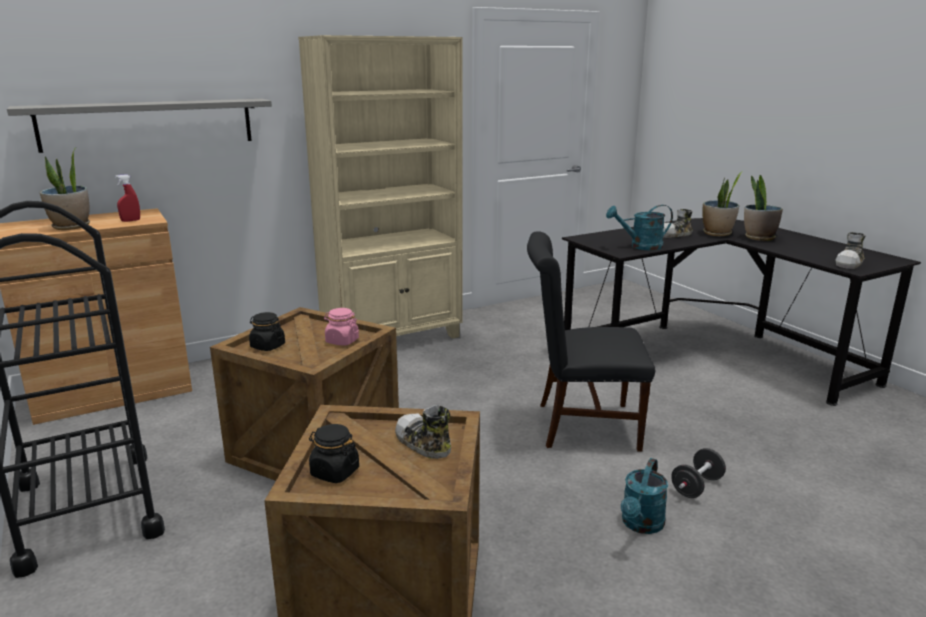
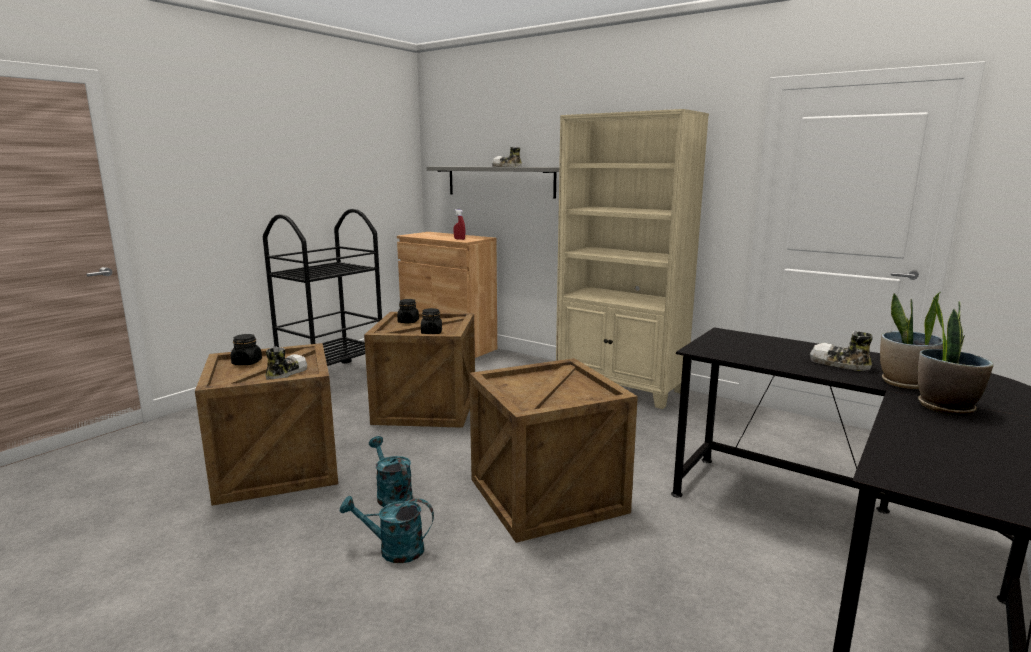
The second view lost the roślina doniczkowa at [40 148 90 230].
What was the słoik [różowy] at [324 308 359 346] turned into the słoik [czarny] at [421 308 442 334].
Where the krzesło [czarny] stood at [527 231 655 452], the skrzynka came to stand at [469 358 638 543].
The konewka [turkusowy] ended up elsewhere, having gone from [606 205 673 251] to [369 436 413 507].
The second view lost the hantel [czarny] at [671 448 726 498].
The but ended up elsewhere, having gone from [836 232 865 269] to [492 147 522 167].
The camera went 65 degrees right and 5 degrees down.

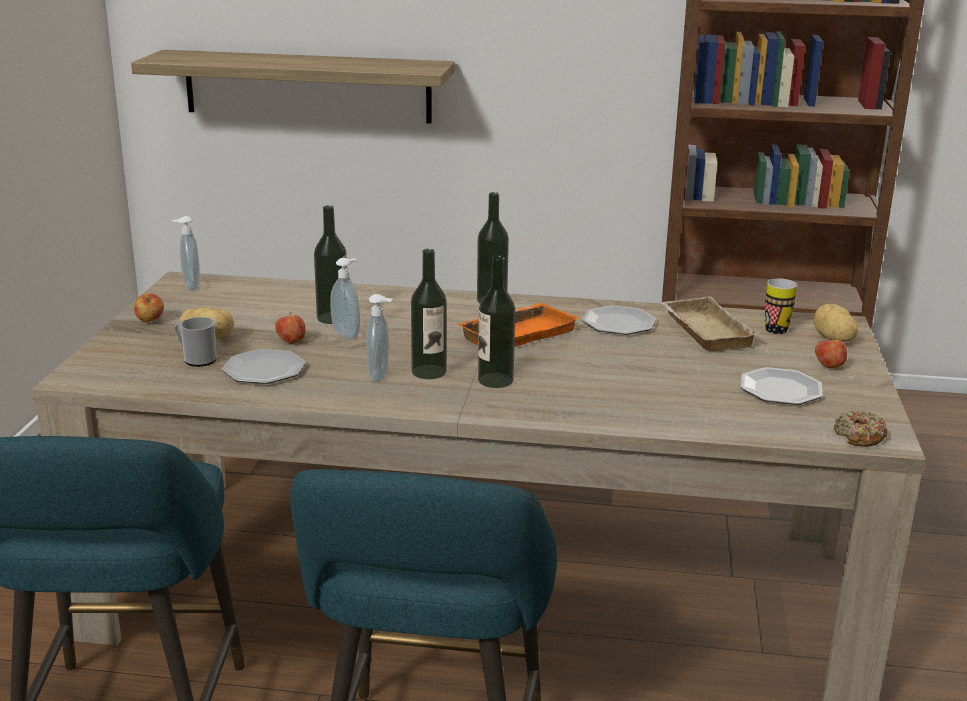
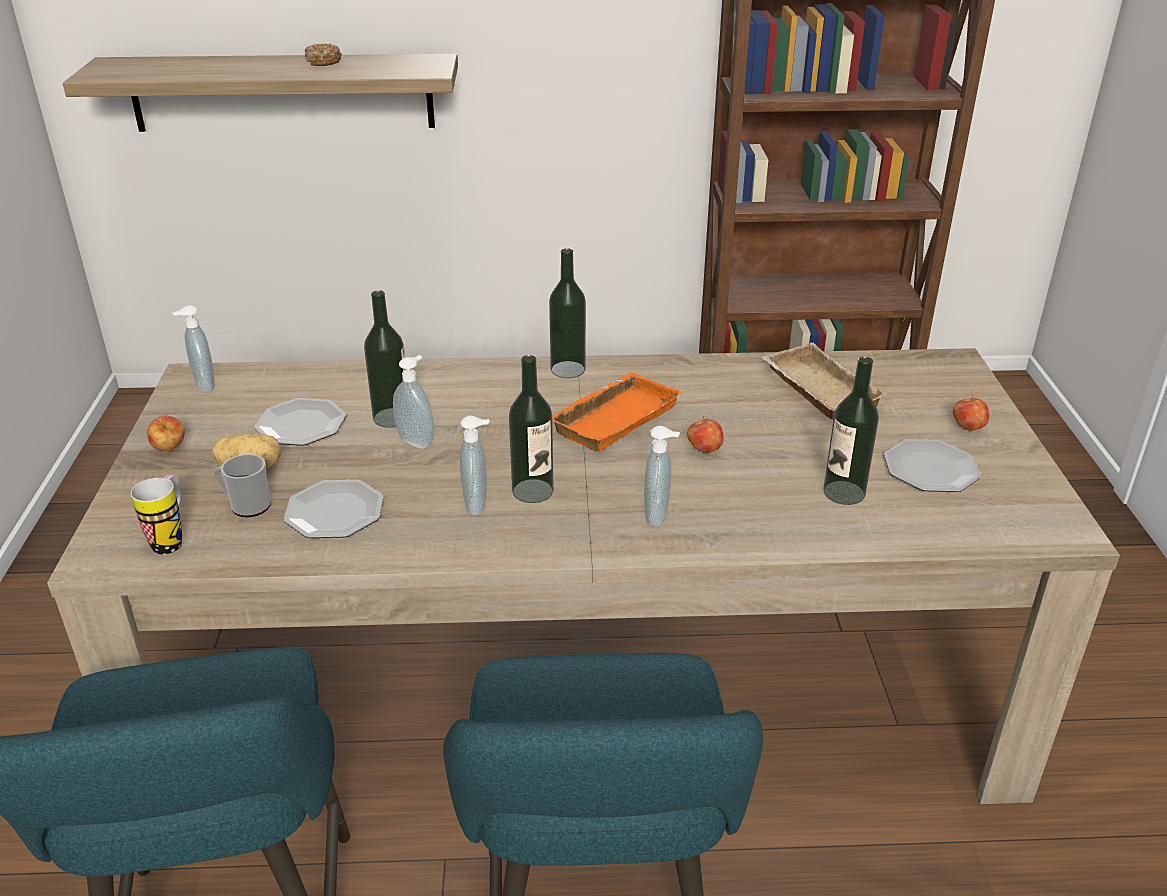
The jabłko ended up elsewhere, having gone from [275 312 306 343] to [687 416 724 453].
The butelka ended up elsewhere, having gone from [478 256 515 388] to [823 357 879 505].
The talerz ended up elsewhere, having gone from [582 305 656 335] to [255 398 346 446].
The kubek ended up elsewhere, having gone from [765 278 797 334] to [131 474 182 555].
The second view lost the ziemniak at [814 304 858 342].
The donut ended up elsewhere, having gone from [834 410 888 447] to [305 43 342 66].
The second view gained the dozownik mydła at [644 426 680 527].
The camera went 10 degrees left and 10 degrees up.

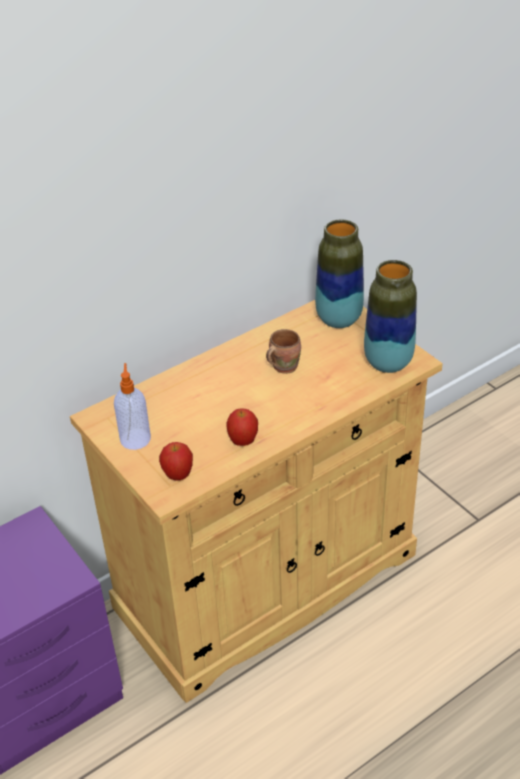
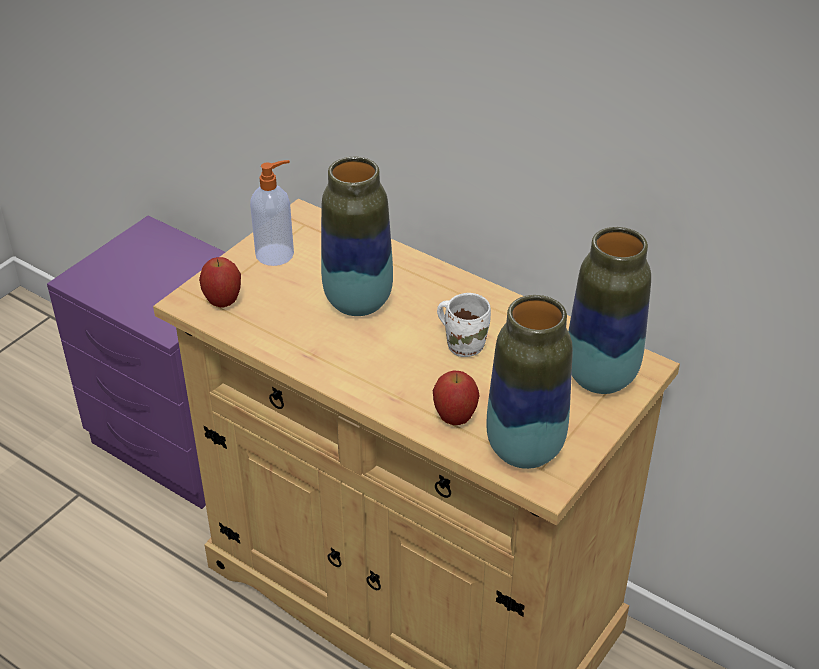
The jabłko ended up elsewhere, having gone from [226 409 258 446] to [433 371 480 425].
What was the kubek [brązowy] at [266 329 301 374] turned into the kubek [biały] at [437 293 491 357].
The second view gained the wazon at [321 157 393 316].
The camera went 70 degrees right and 0 degrees up.

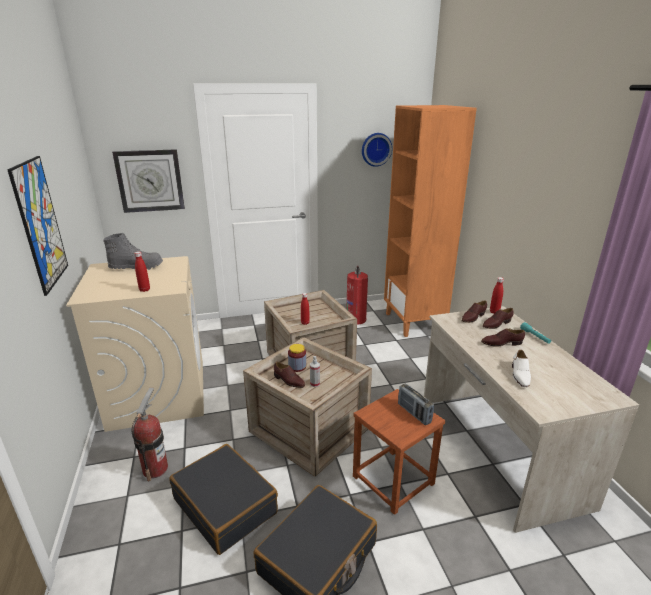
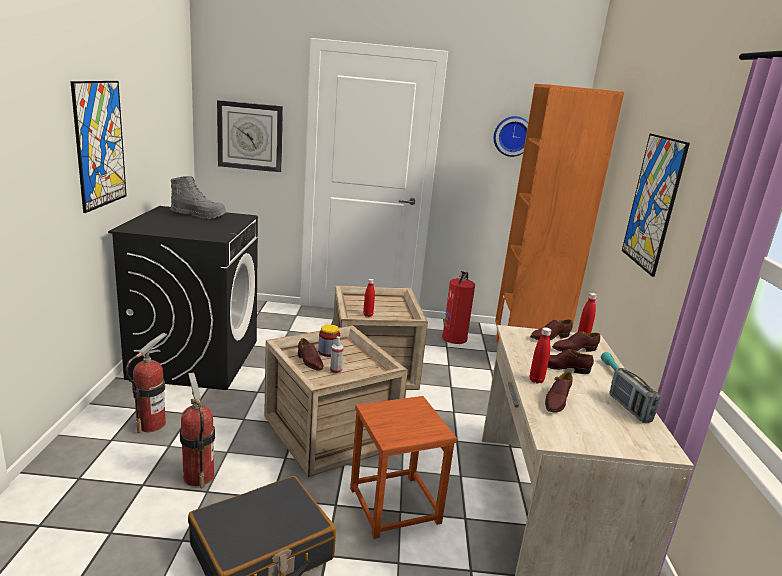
What was the pralka [beżowy] at [66 256 204 432] turned into the pralka [czarny] at [108 206 258 390].
The butelka [czerwony] ended up elsewhere, having gone from [134 252 150 292] to [530 327 551 383].
Where the walizka [czarny] stood at [169 444 278 555], the gaśnica came to stand at [180 373 215 488].
The radio ended up elsewhere, having gone from [398 384 434 425] to [609 368 660 423].
What was the but [biały] at [512 350 531 387] turned into the but [brązowy] at [545 372 573 413].
The second view gained the obraz at [622 134 690 277].
The camera went 15 degrees right and 5 degrees down.

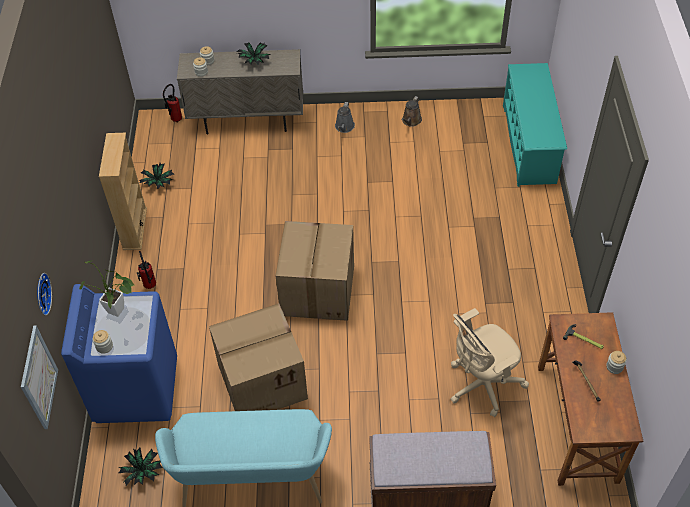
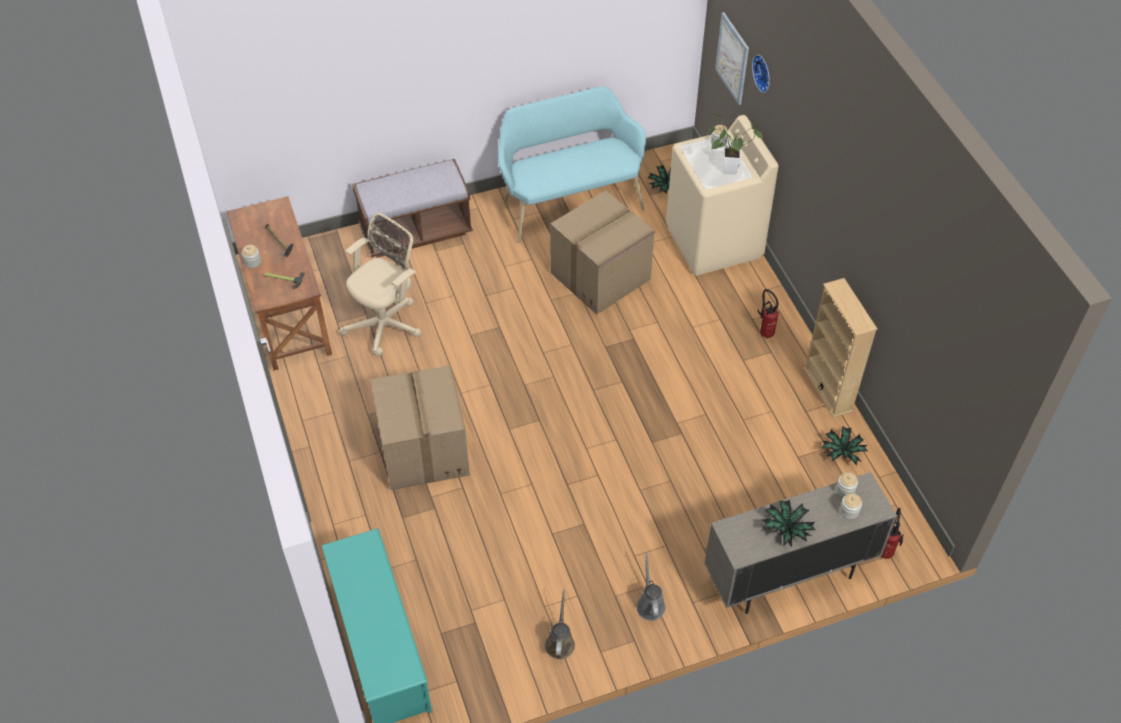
What was the pralka [niebieski] at [61 284 177 423] turned into the pralka [beżowy] at [666 115 778 276].
The karton ended up elsewhere, having gone from [275 221 354 321] to [371 365 470 490].
The camera went 160 degrees right and 0 degrees up.

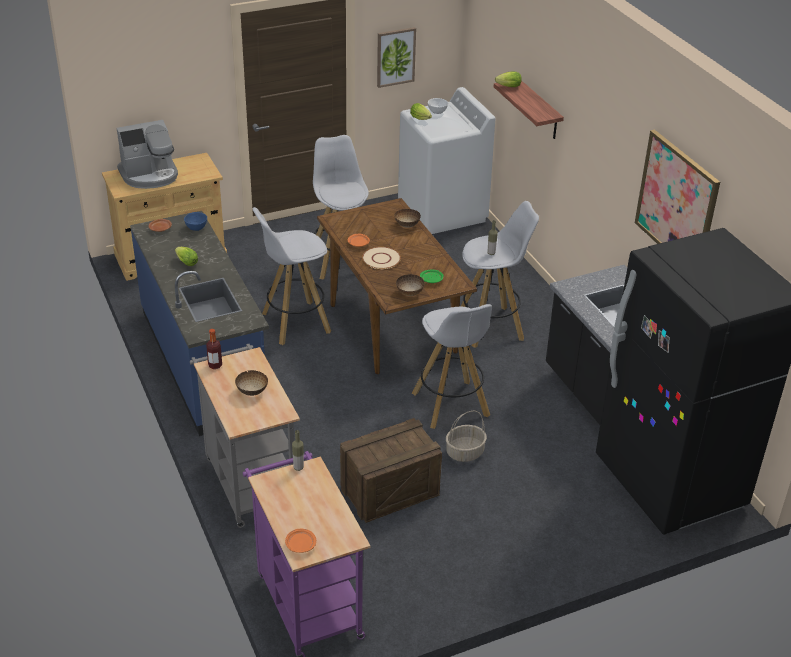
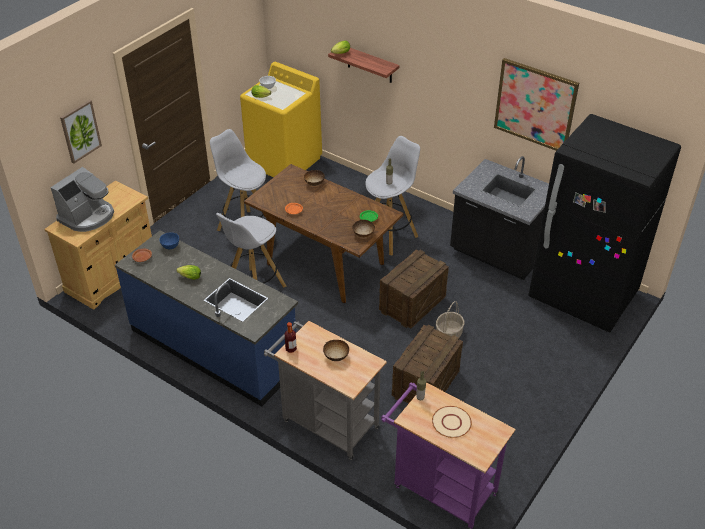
The second view lost the talerz [pomarańczowy] at [285 529 316 553].
The talerz [beżowy] ended up elsewhere, having gone from [362 247 401 269] to [432 406 472 438].
The obraz ended up elsewhere, having gone from [377 27 416 88] to [60 100 102 164].
What was the pralka [biały] at [398 87 495 234] turned into the pralka [żółty] at [240 62 322 177].
Where the stołek [biały] stood at [412 304 492 429], the skrzynka came to stand at [379 249 449 329].
The camera went 30 degrees left and 5 degrees up.

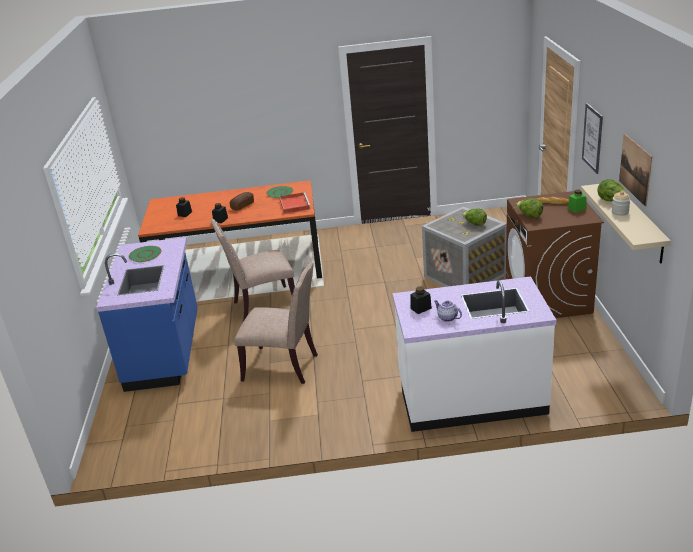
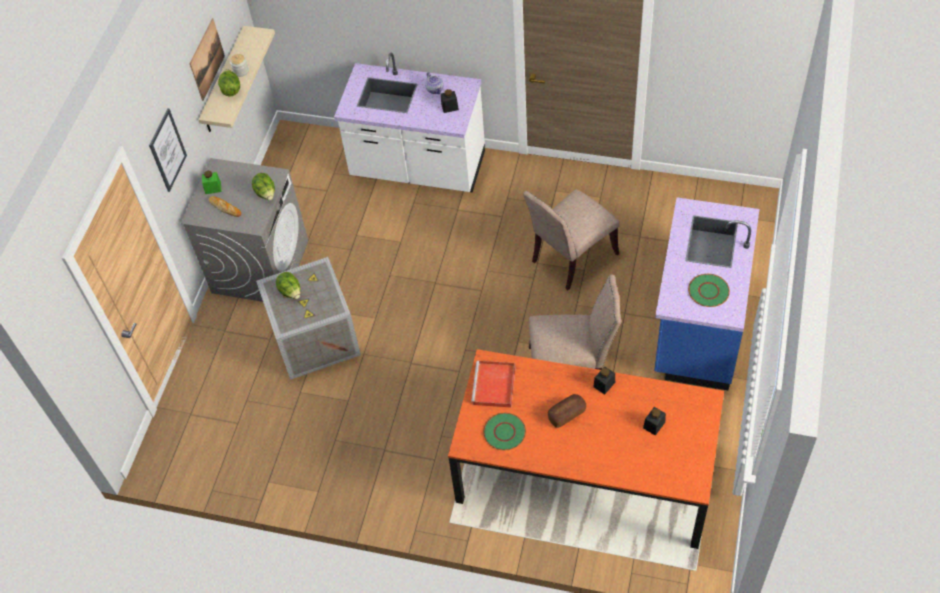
The krzesło [beżowy] at [235 262 318 384] ended up facing another way, 75 degrees counterclockwise from before.
What was the pralka [brązowy] at [506 191 604 318] turned into the pralka [szary] at [181 158 309 302].
The camera went 160 degrees left and 25 degrees up.

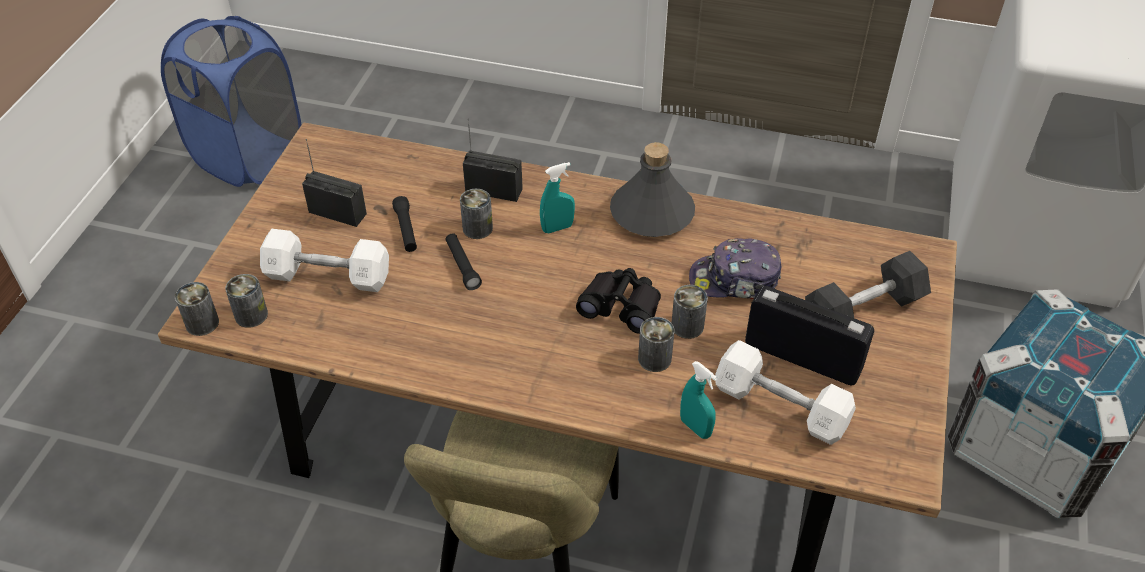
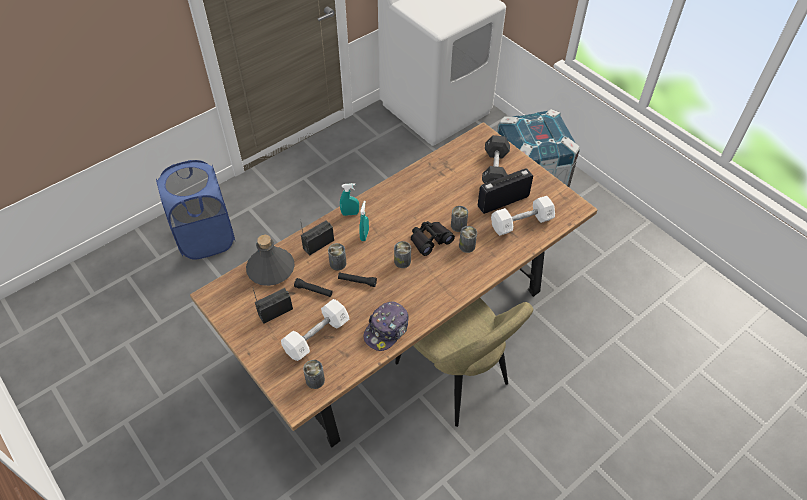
The kosz na pranie [niebieski] ended up elsewhere, having gone from [161 16 302 187] to [156 160 235 260].
The puszka ended up elsewhere, having gone from [175 282 219 336] to [394 241 411 268].
The butelka [szary] ended up elsewhere, having gone from [610 142 695 237] to [246 235 295 286].
The spryskiwacz [turkusowy] ended up elsewhere, having gone from [680 361 717 439] to [340 183 359 216].
The czapka z daszkiem ended up elsewhere, having gone from [689 238 781 299] to [363 301 409 351].
The camera went 55 degrees left and 5 degrees up.

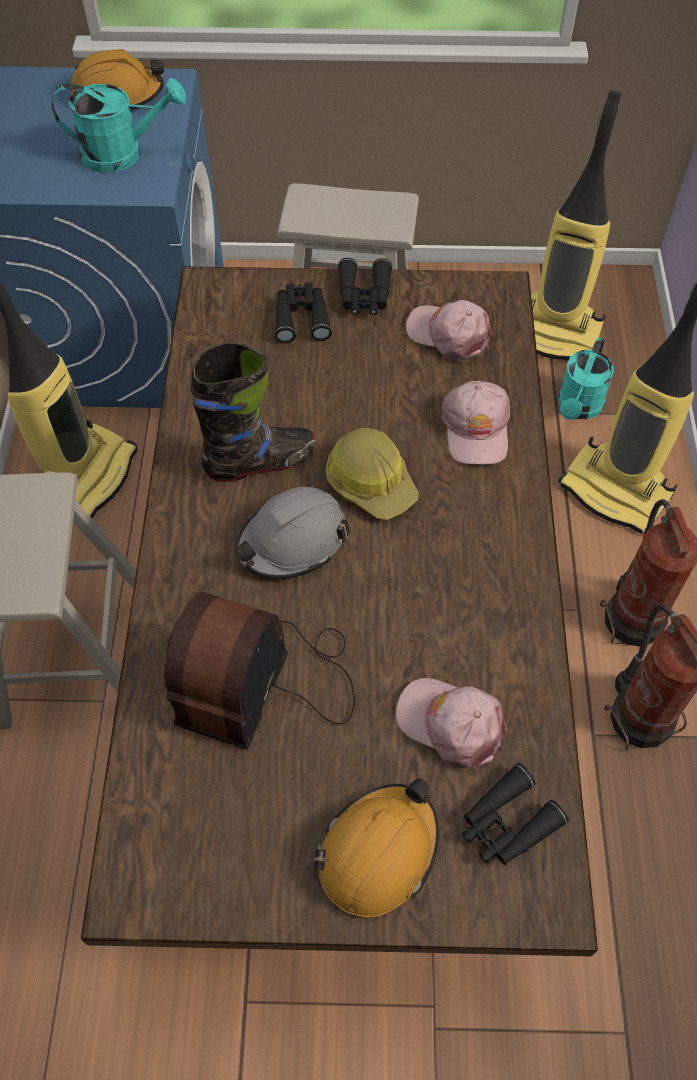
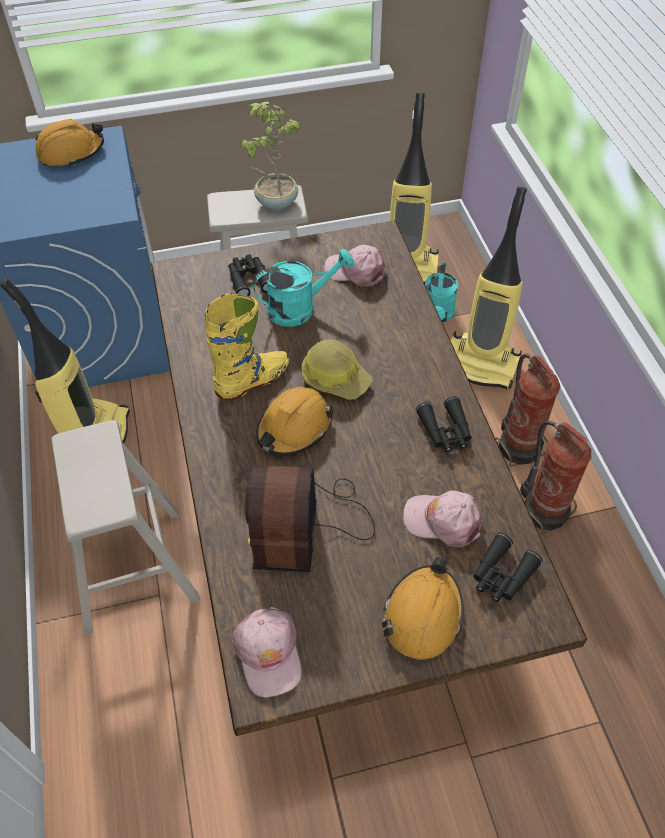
The konewka [turkusowy] ended up elsewhere, having gone from [51 78 186 173] to [253 249 354 327].
What was the but z cholewką [czarny] at [191 342 315 482] turned into the but z cholewką [żółty] at [205 293 289 400].
What was the kask [szary] at [235 487 350 579] turned into the kask [pomarańczowy] at [256 387 333 456].
The lornetka [czarny] ended up elsewhere, having gone from [338 258 392 315] to [416 396 472 452].
The czapka z daszkiem [różowy] ended up elsewhere, having gone from [441 381 510 465] to [232 607 301 697].
The second view gained the roślina doniczkowa at [241 102 301 210].
The camera went 15 degrees left and 5 degrees down.

